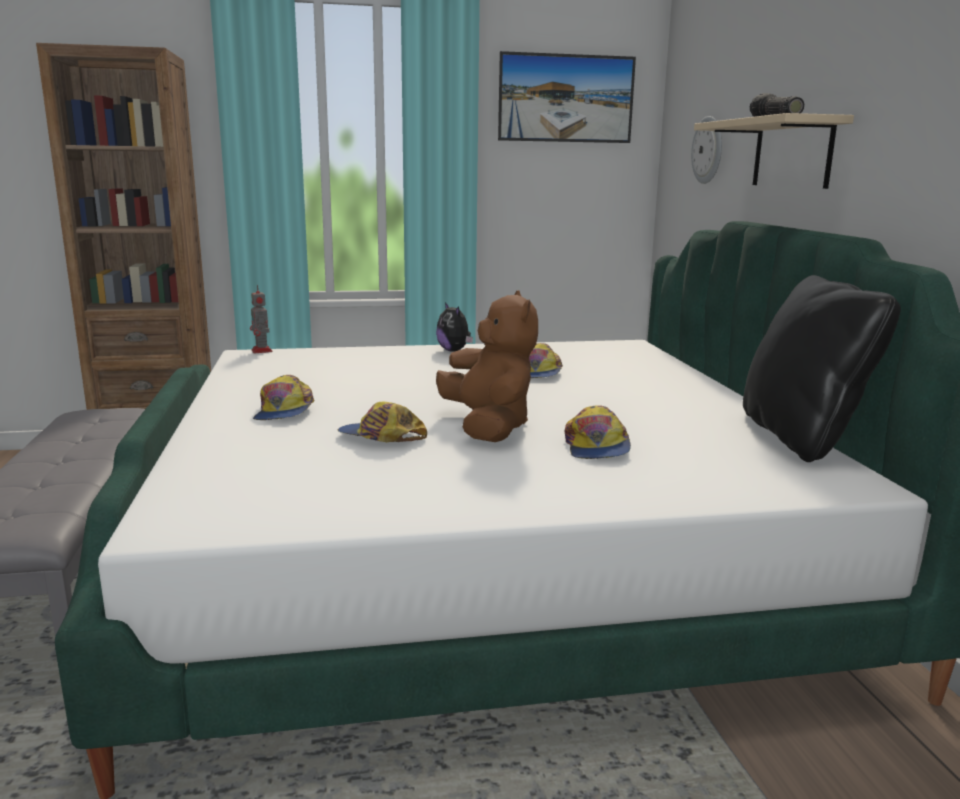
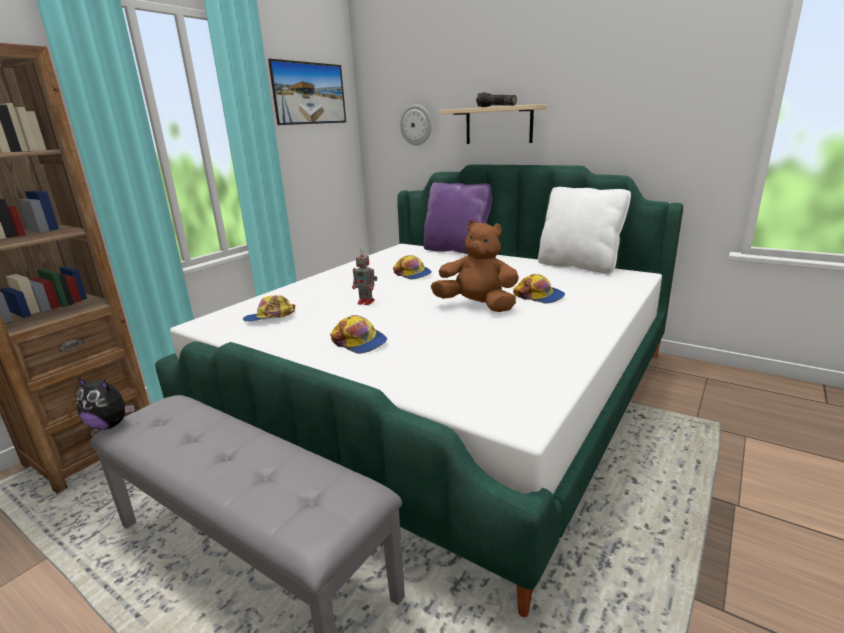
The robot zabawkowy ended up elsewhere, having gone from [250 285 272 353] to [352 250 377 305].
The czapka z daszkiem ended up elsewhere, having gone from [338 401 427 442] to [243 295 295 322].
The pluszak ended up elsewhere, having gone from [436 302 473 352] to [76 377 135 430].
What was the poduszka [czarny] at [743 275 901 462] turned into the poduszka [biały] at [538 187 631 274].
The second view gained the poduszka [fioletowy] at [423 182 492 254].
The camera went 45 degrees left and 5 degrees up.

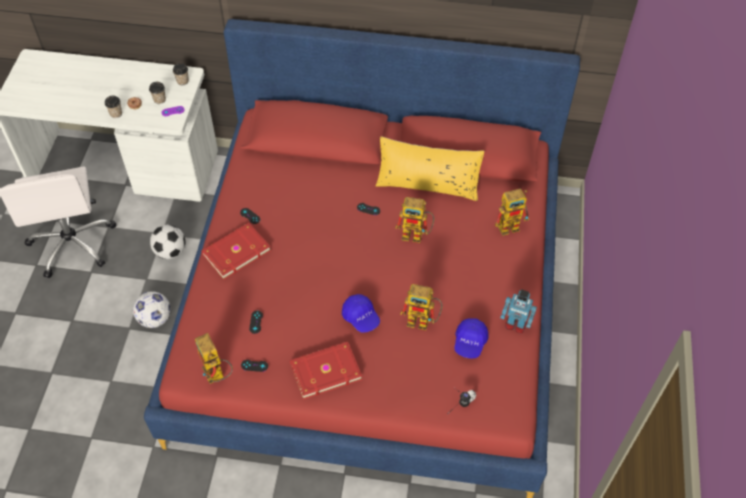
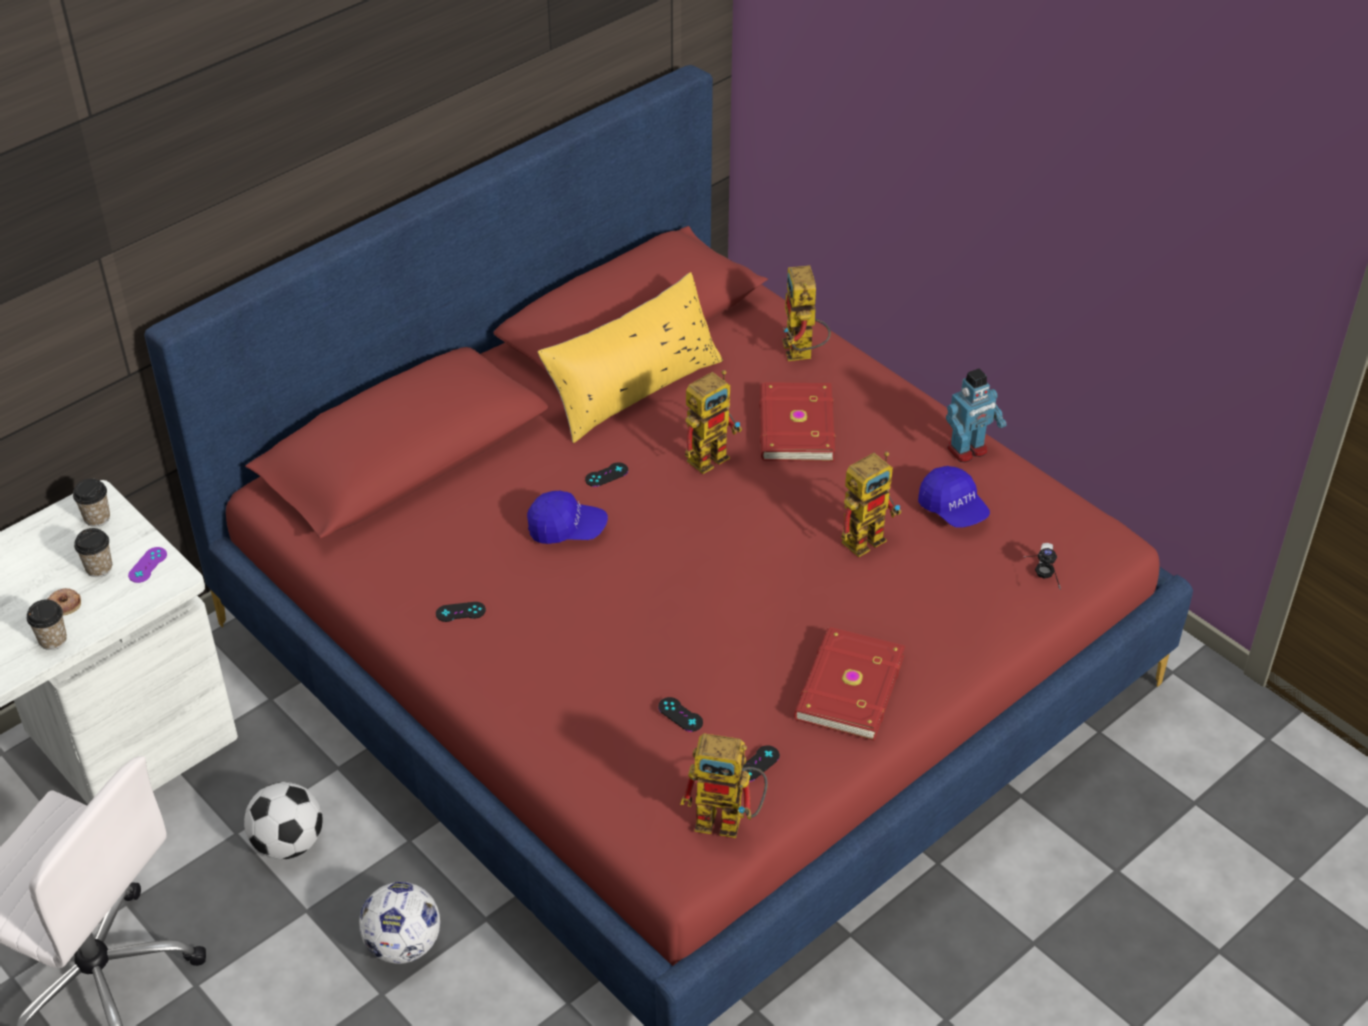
The książka [czerwony] ended up elsewhere, having gone from [201 223 271 280] to [759 382 835 461].
The czapka z daszkiem [niebieski] ended up elsewhere, having gone from [342 294 380 333] to [527 491 608 544].
The robot zabawkowy at [495 188 529 236] ended up facing another way, 150 degrees clockwise from before.
The camera went 50 degrees left and 10 degrees down.

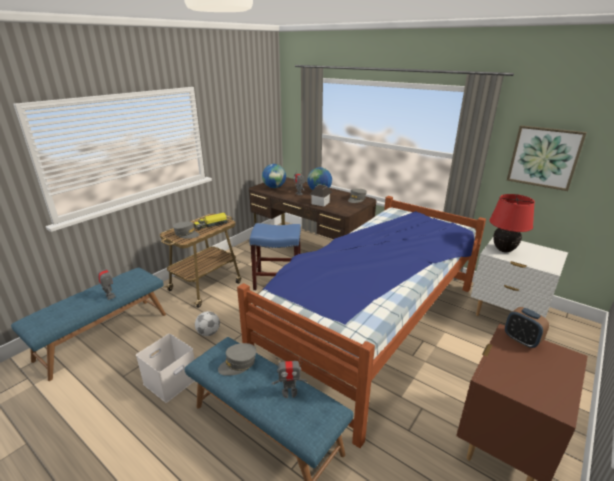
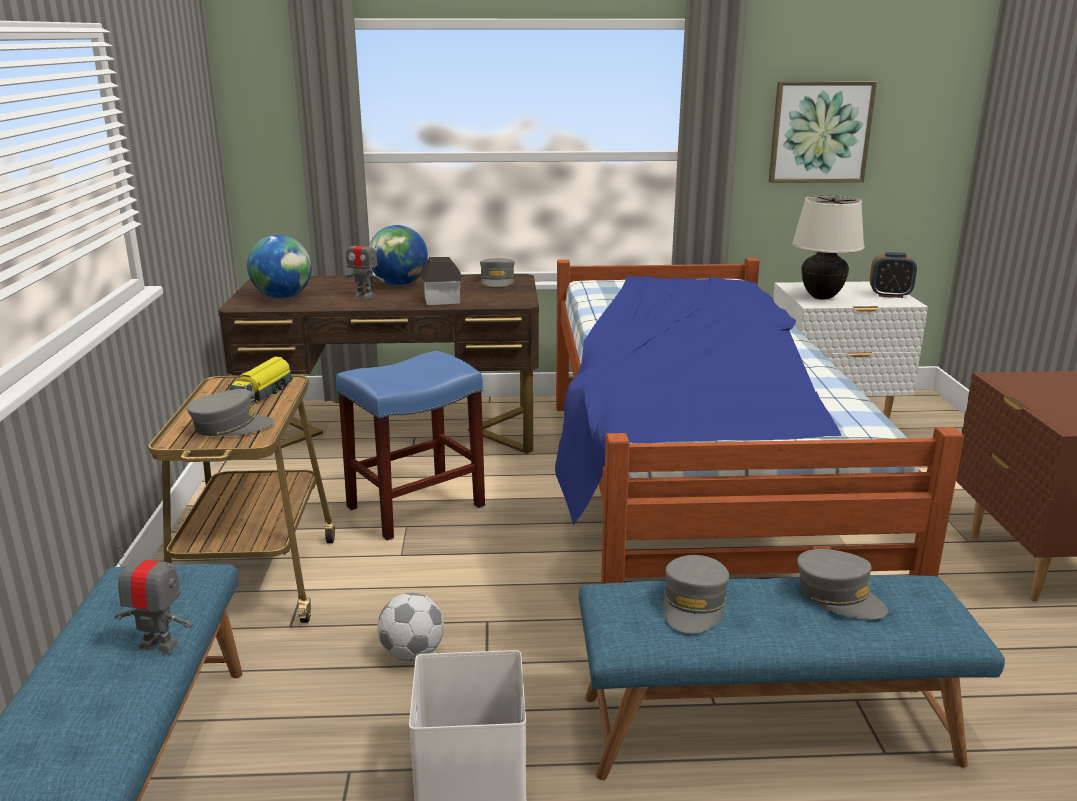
Where the robot zabawkowy stood at [272 357 307 398], the czapka z daszkiem [szary] came to stand at [797 549 888 619].
What was the lampa stołowa [czerwony] at [489 194 535 253] turned into the lampa stołowa [beżowy] at [792 195 865 300].
The budzik ended up elsewhere, having gone from [505 307 549 348] to [870 252 917 298].
The camera went 40 degrees left and 5 degrees down.

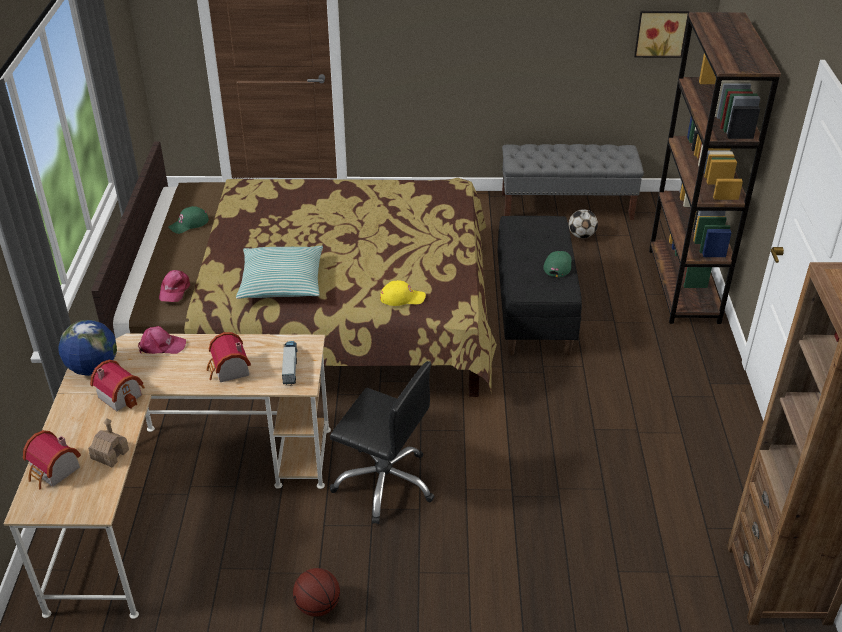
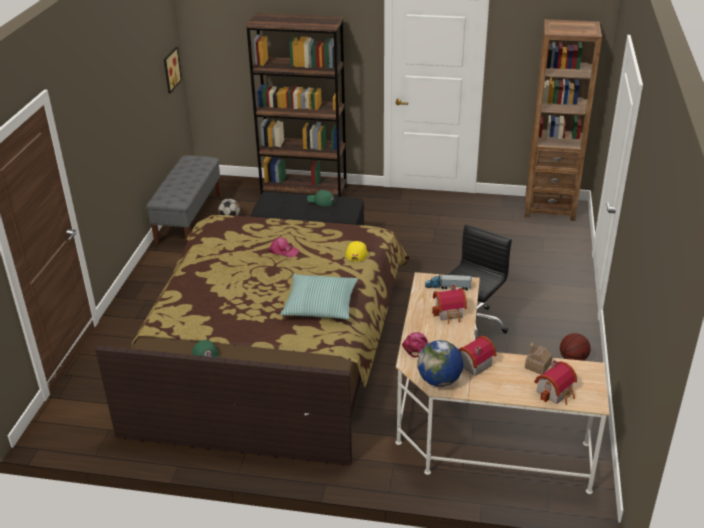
The czapka z daszkiem [różowy] ended up elsewhere, having gone from [159 270 190 302] to [268 237 300 258].
The camera went 80 degrees left and 5 degrees down.

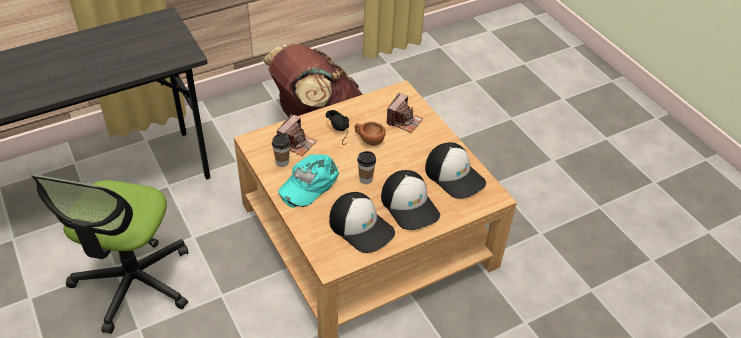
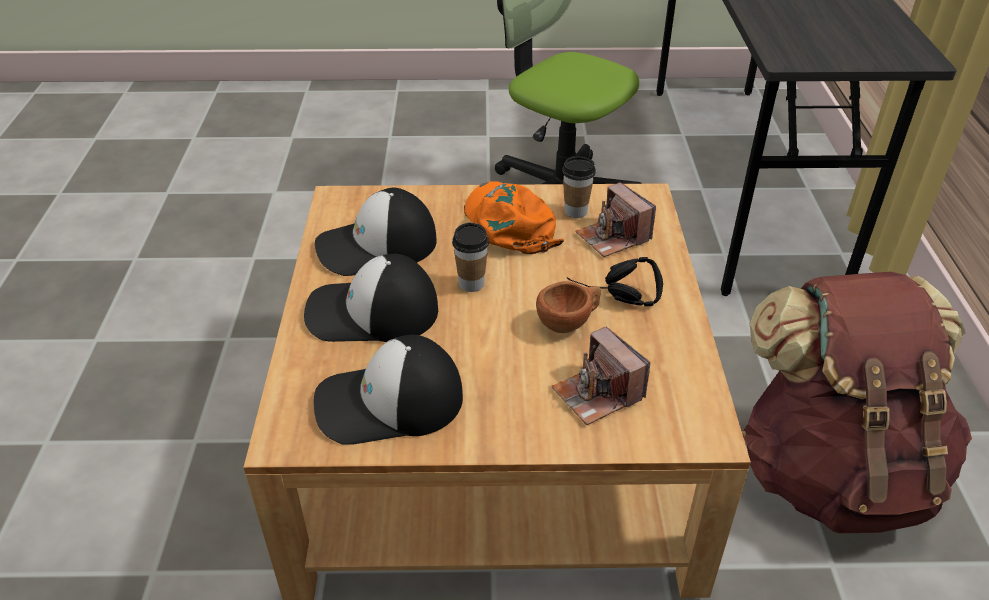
What was the czapka z daszkiem [turkusowy] at [278 154 339 207] turned into the czapka z daszkiem [pomarańczowy] at [464 181 564 254].
The camera went 120 degrees right and 5 degrees down.

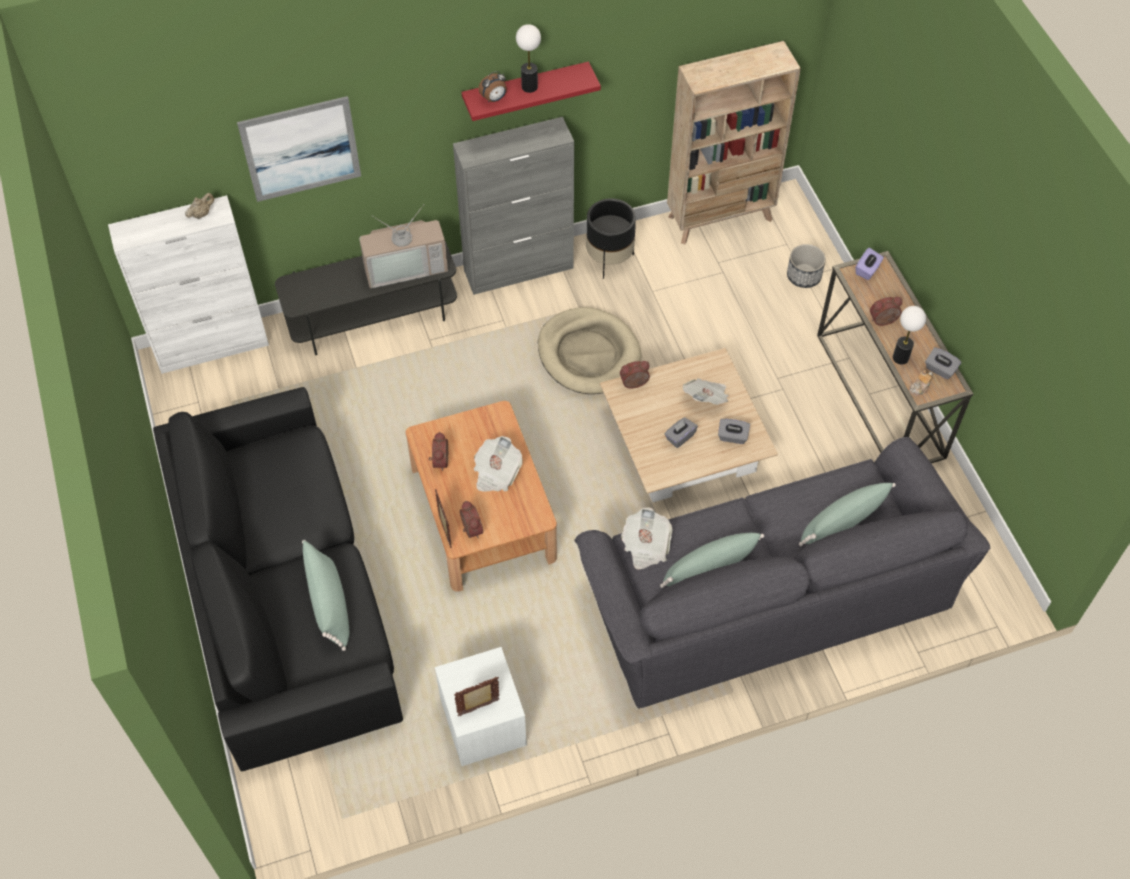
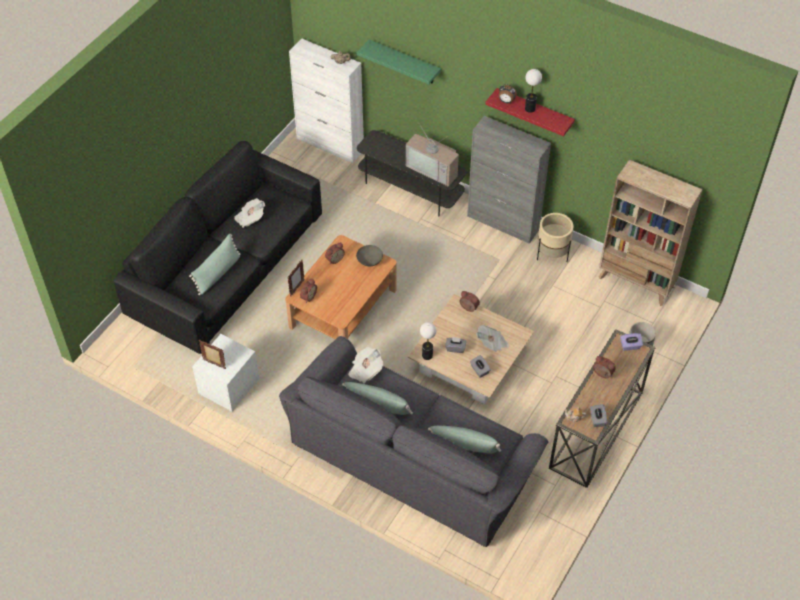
Where the obraz hung at [237 96 361 202], the półka [zielony] came to hang at [357 40 441 84].
The gazeta ended up elsewhere, having gone from [474 436 523 492] to [234 198 265 228].
The second view lost the legowisko [beżowy] at [538 307 642 394].
What was the donica [czarny] at [586 198 636 279] turned into the donica [beżowy] at [537 213 574 262].
The lampa stołowa ended up elsewhere, having gone from [893 306 926 365] to [420 322 436 360].
The second view gained the miska [szary] at [356 245 383 266].
The camera went 50 degrees right and 5 degrees down.

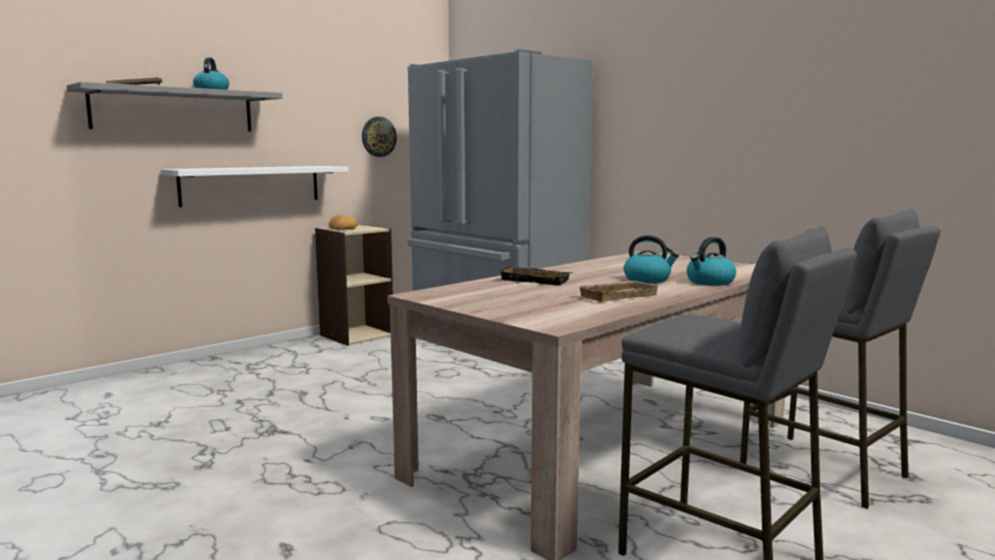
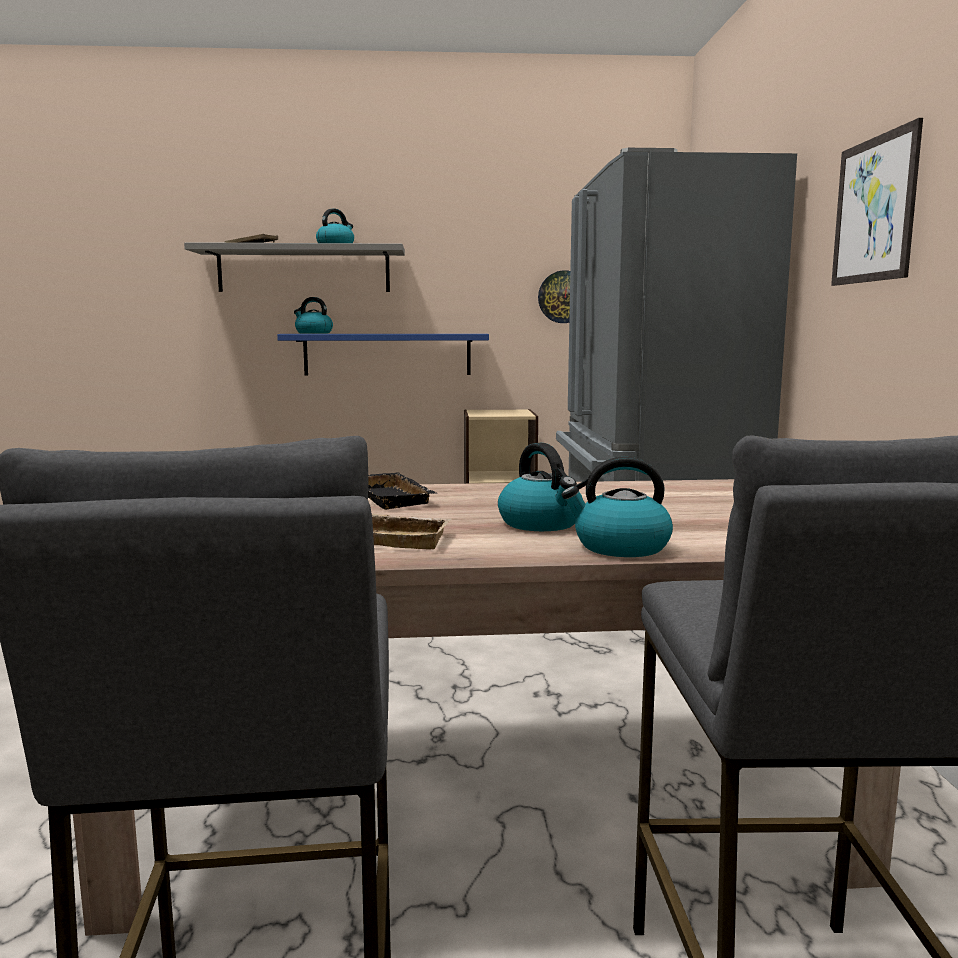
What was the półka [biały] at [161 166 349 207] turned into the półka [niebieski] at [277 334 489 375].
The second view lost the chleb at [329 215 358 230].
The second view gained the czajnik at [294 297 333 334].
The second view gained the obraz at [831 118 923 286].
The camera went 40 degrees right and 0 degrees up.

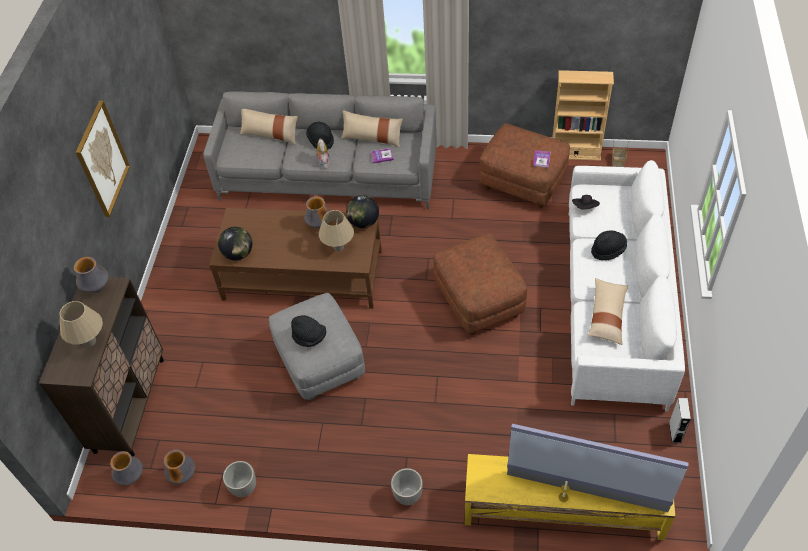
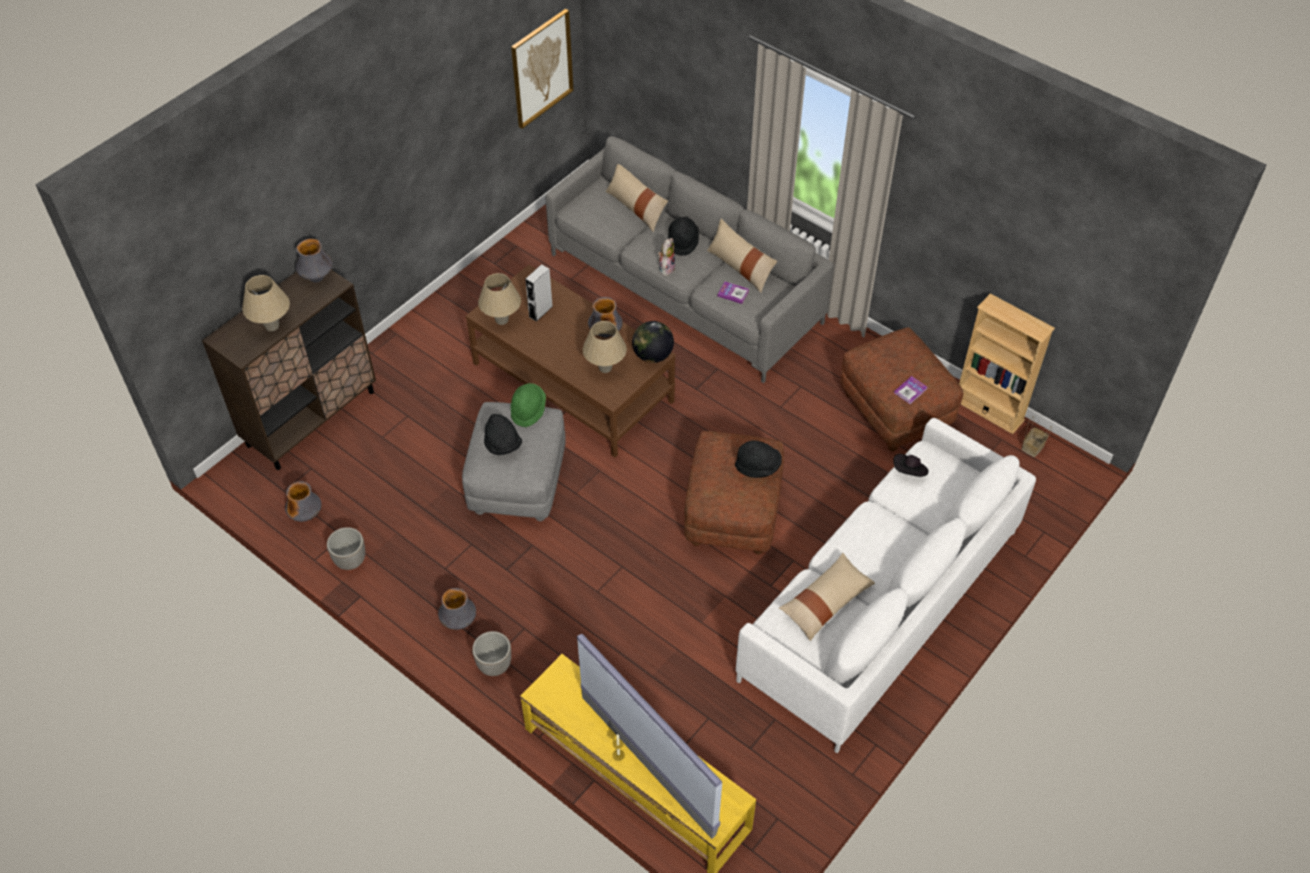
The obraz ended up elsewhere, having gone from [76 101 130 217] to [511 9 574 129].
The wazon ended up elsewhere, having gone from [110 451 143 486] to [438 588 476 630].
Where the globus stood at [218 227 252 260], the lampa stołowa [beżowy] came to stand at [478 273 521 325].
The kapelusz [czarny] ended up elsewhere, having gone from [591 230 627 260] to [735 440 782 478].
The głośnik [szary] ended up elsewhere, having gone from [669 398 691 443] to [525 264 553 322].
The second view gained the kapelusz [zielony] at [511 383 546 427].
The camera went 30 degrees right and 0 degrees up.

